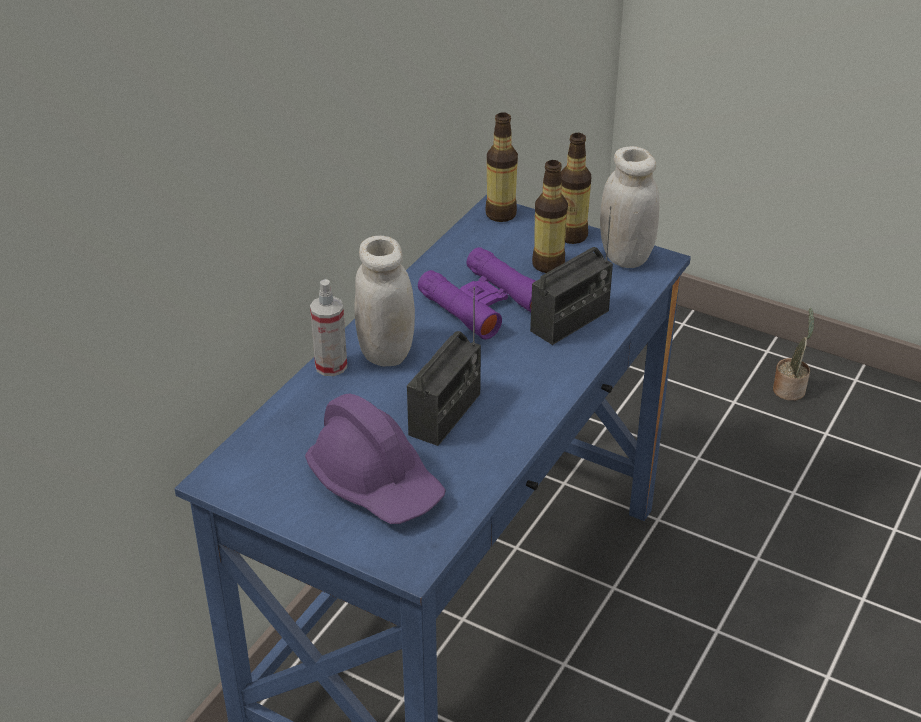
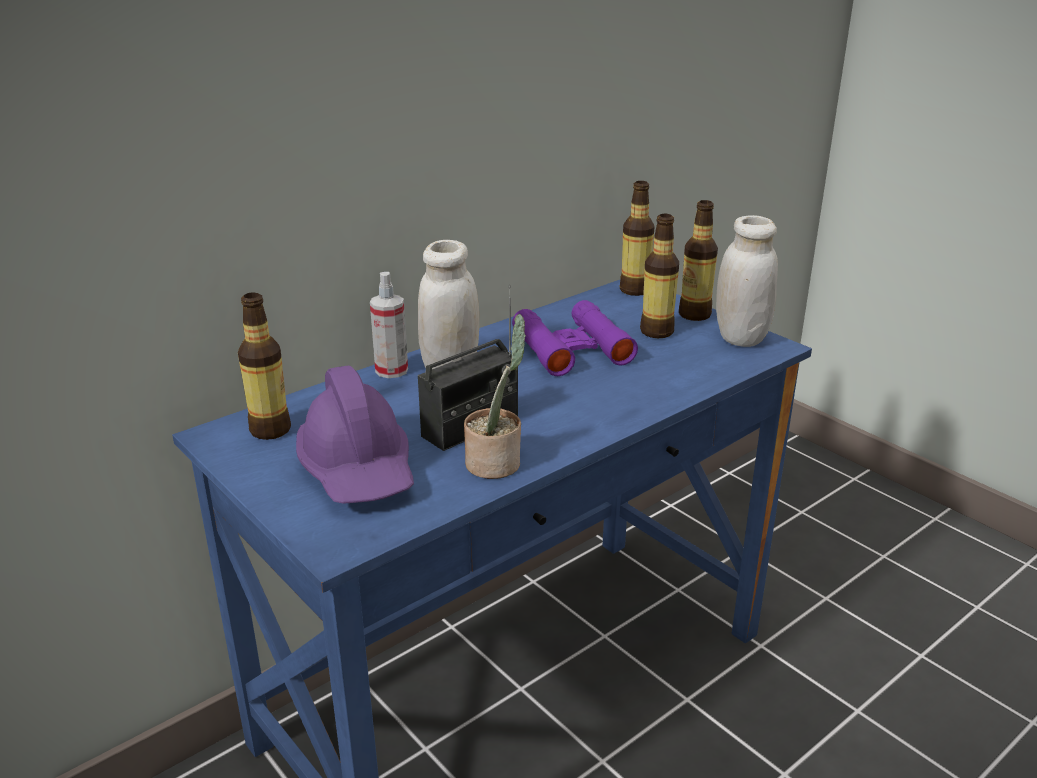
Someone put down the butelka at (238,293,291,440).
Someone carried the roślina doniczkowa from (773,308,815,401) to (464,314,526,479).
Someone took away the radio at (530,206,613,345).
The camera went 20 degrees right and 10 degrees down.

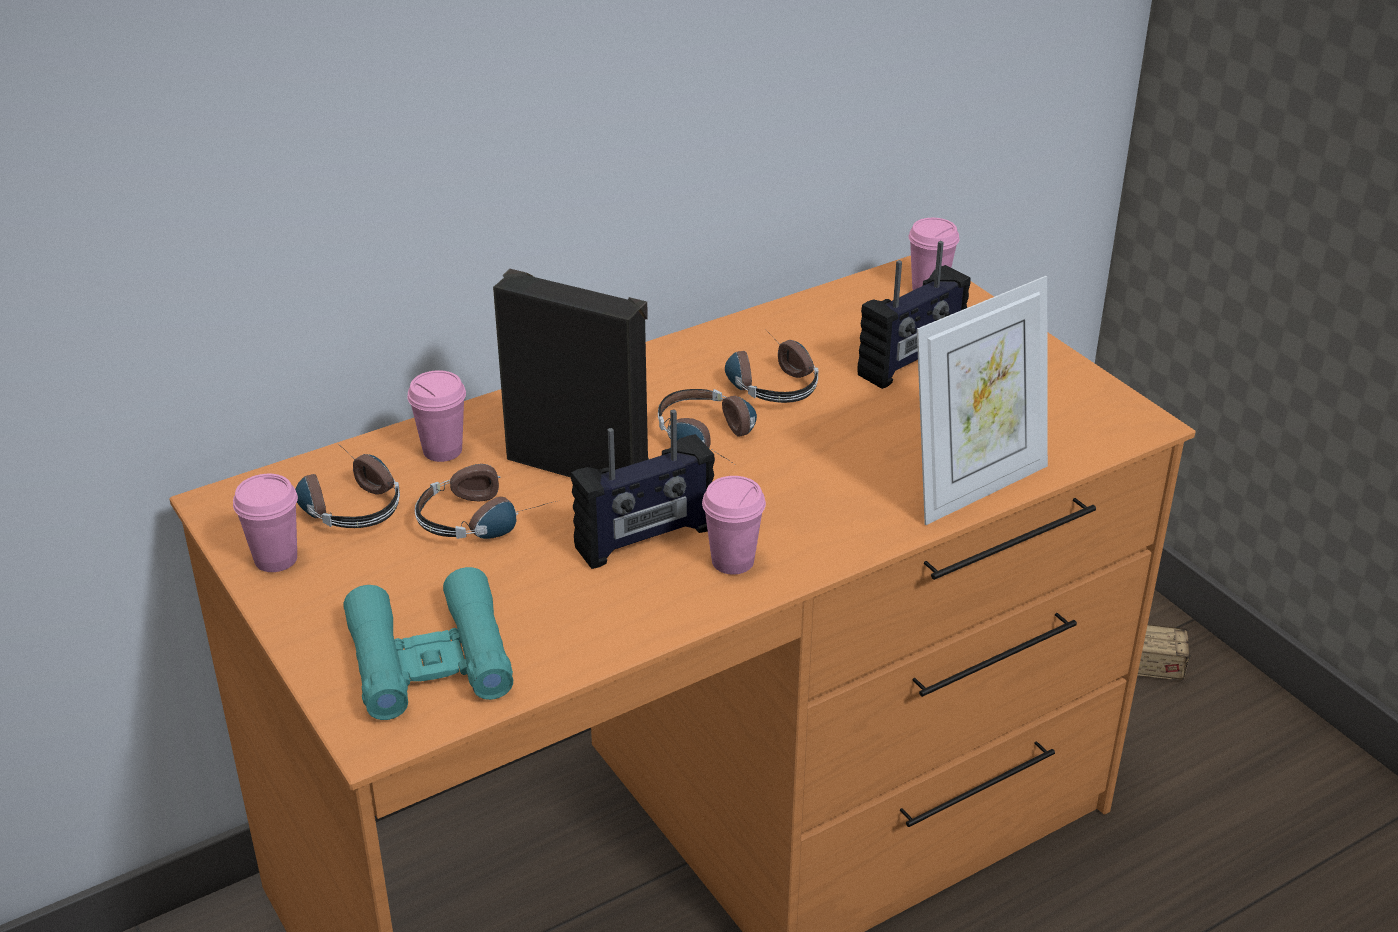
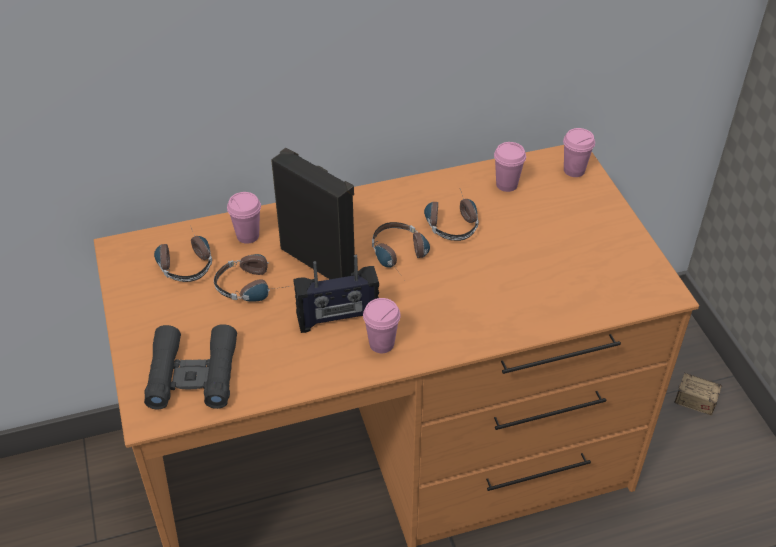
Someone repainted the lornetka [turkusowy] at (343,567,513,720), which became the lornetka [czarny] at (144,324,237,410).
Someone carried the filiżanka [różowy] from (233,474,298,572) to (494,142,526,192).
Someone took away the radio at (857,241,970,389).
Someone took away the ramka na zdjęcie at (917,276,1048,525).
The camera went 15 degrees right and 10 degrees up.

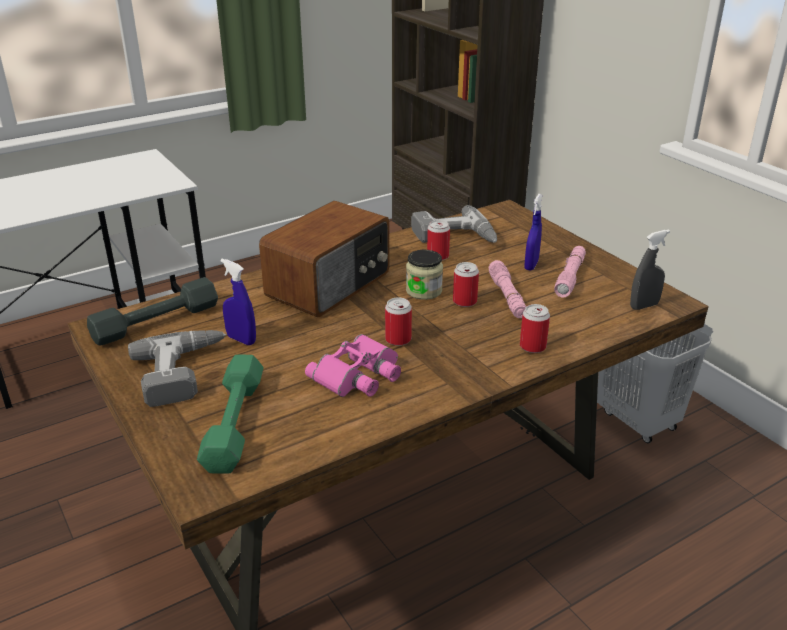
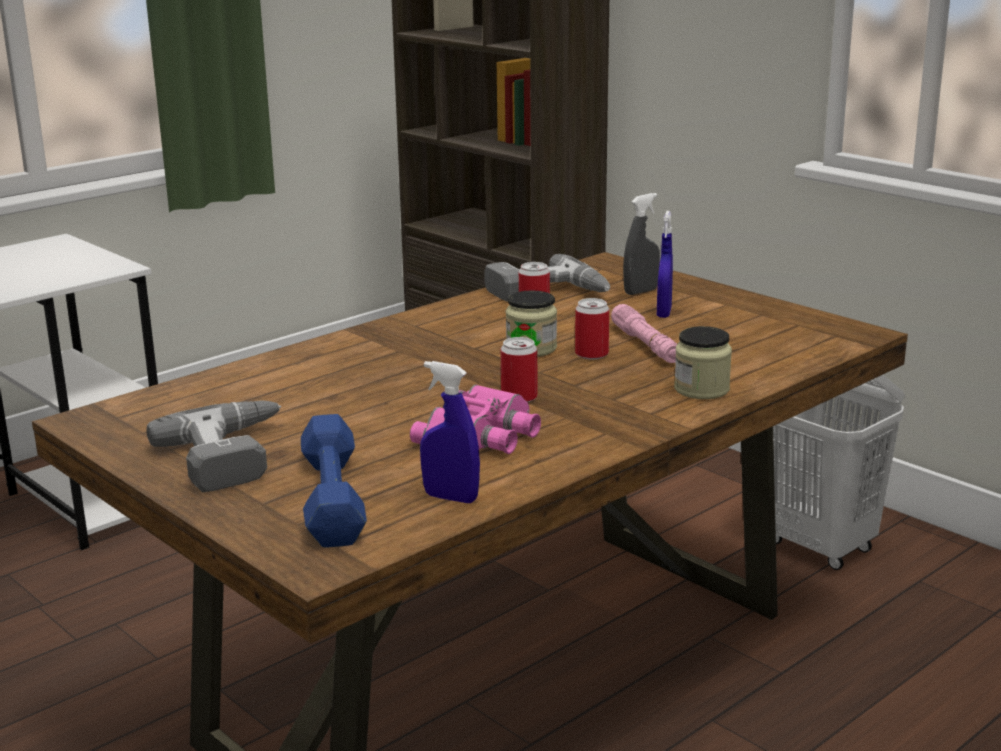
Someone repainted the hantel [zielony] at (197,355,263,474), which became the hantel [niebieski] at (301,414,367,548).
Someone carried the spryskiwacz [niebieski] from (220,259,256,345) to (420,361,480,503).
Someone carried the spryskiwacz [szary] from (630,230,670,310) to (623,193,660,295).
Someone swapped the puszka at (520,304,550,353) for the słoik at (674,326,732,399).
Someone took away the hantel [szary] at (87,277,218,345).
Someone took away the radio at (259,201,389,317).
Someone took away the latarka [różowy] at (554,246,586,298).
The camera went 10 degrees left and 10 degrees down.

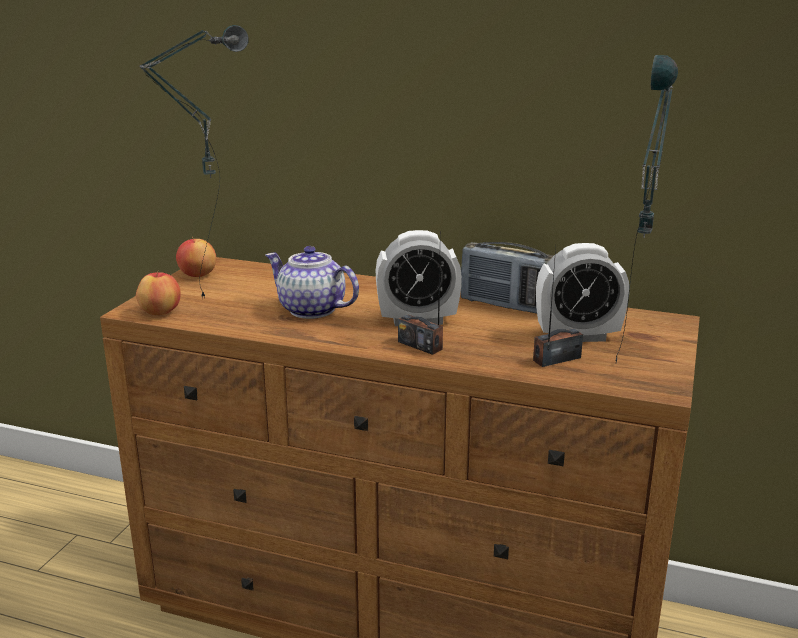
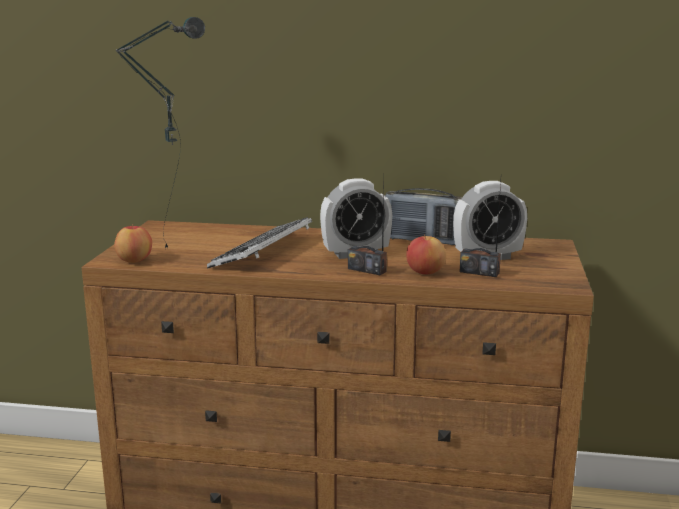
Someone swapped the imbryk at (265,246,359,319) for the klawiatura at (207,217,312,269).
Someone carried the jabłko from (176,237,216,277) to (406,235,446,275).
Someone rotated the radio at (533,248,583,367) by 120 degrees counterclockwise.
Someone took away the lampa stołowa at (616,55,678,363).
The camera went 10 degrees left and 5 degrees down.

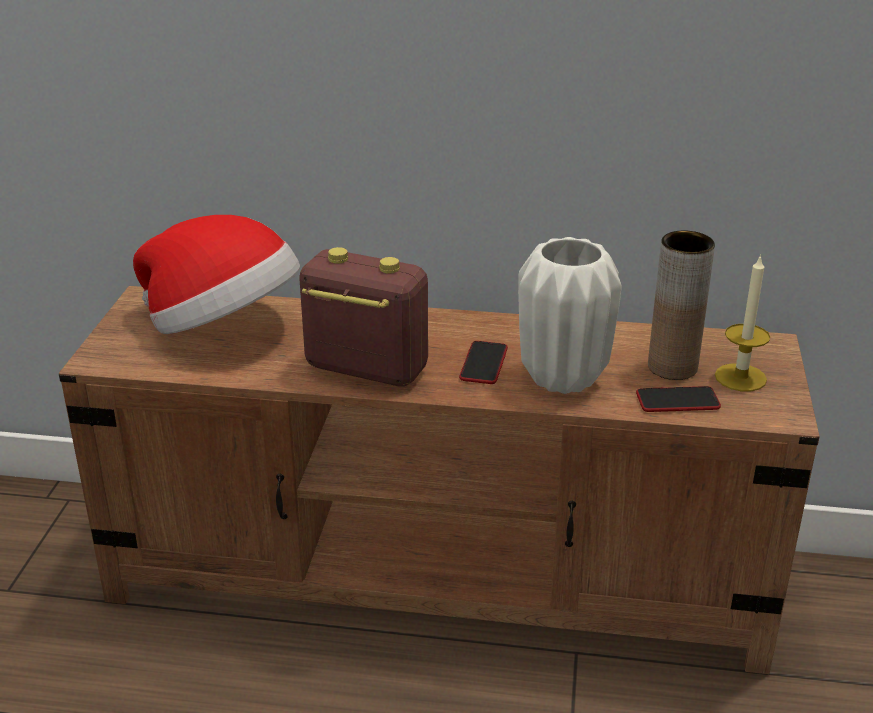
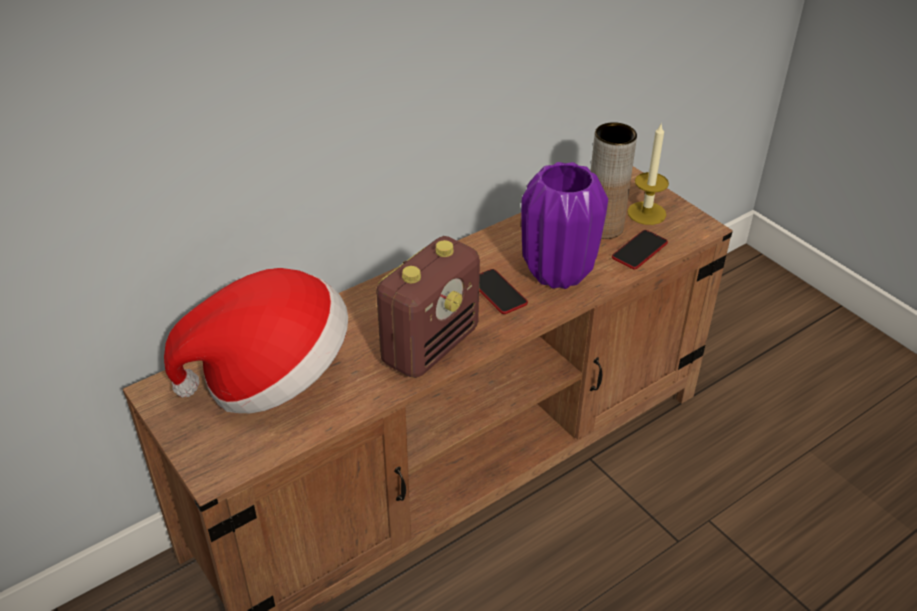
Someone rotated the radio at (299,247,428,387) by 150 degrees clockwise.
Someone repainted the wazon [biały] at (518,237,622,394), which became the wazon [fioletowy] at (521,162,608,289).
The camera went 45 degrees left and 10 degrees up.

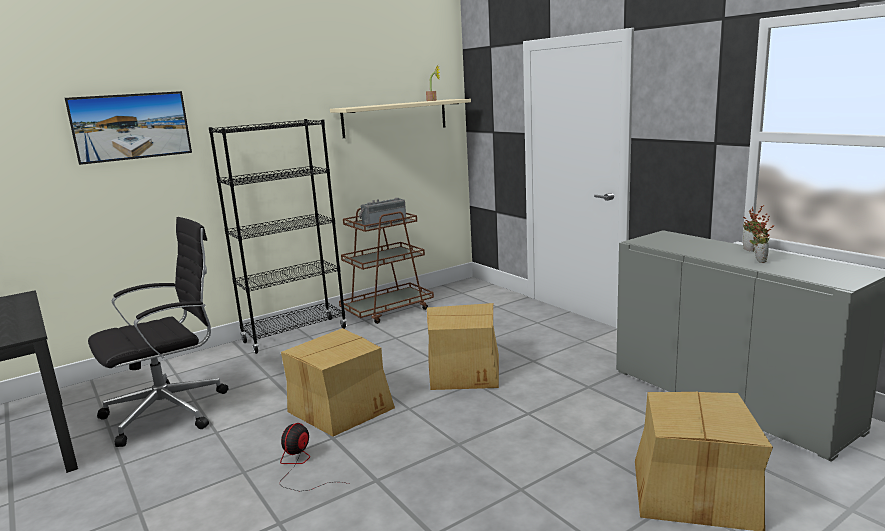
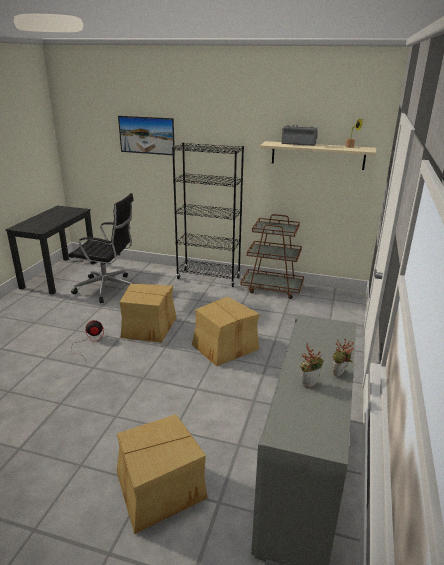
Someone carried the radio from (359,198,406,228) to (281,125,318,146).
The camera went 50 degrees right and 10 degrees up.

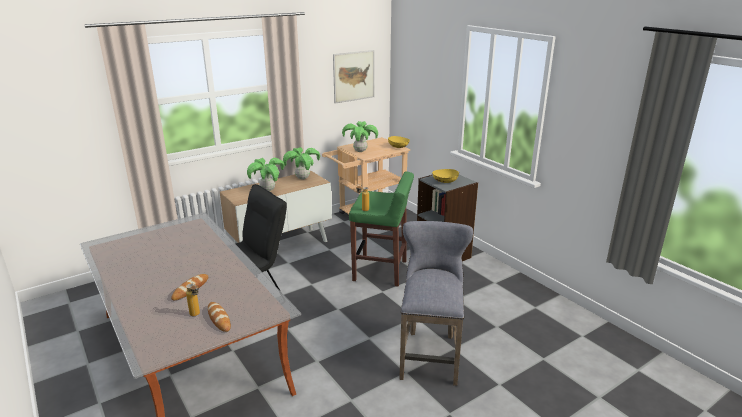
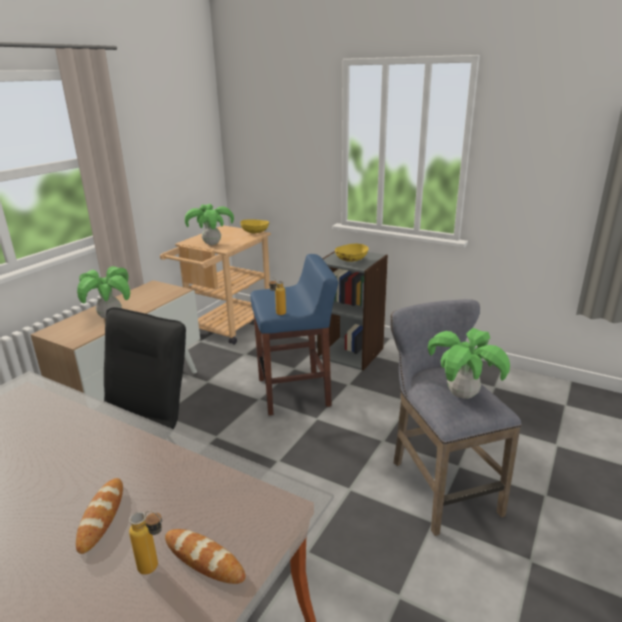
Someone repainted the stołek [zielony] at (349,172,414,287), which became the stołek [niebieski] at (250,254,338,416).
Someone carried the roślina doniczkowa from (283,147,320,180) to (428,328,510,399).
Someone took away the obraz at (333,50,374,104).
The camera went 25 degrees left and 0 degrees up.

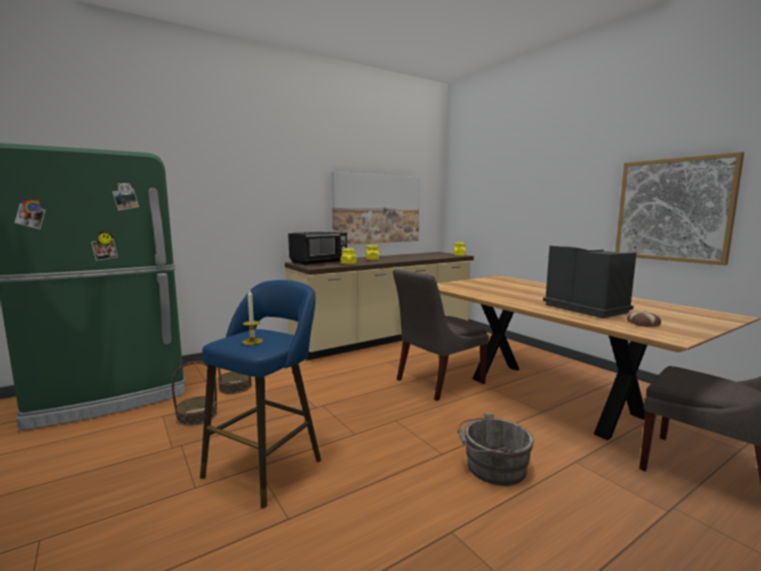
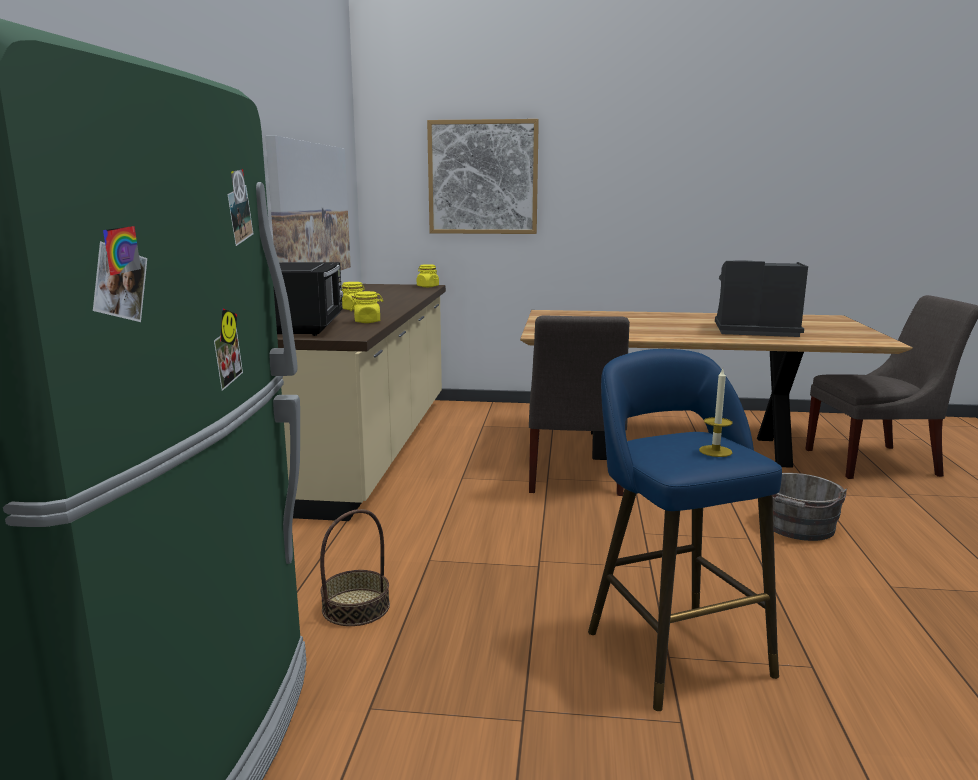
Someone carried the obraz from (615,152,744,265) to (427,119,539,234).
Someone took away the koszyk at (172,361,217,426).
Someone took away the chleb at (627,311,661,327).
The camera went 50 degrees left and 5 degrees up.

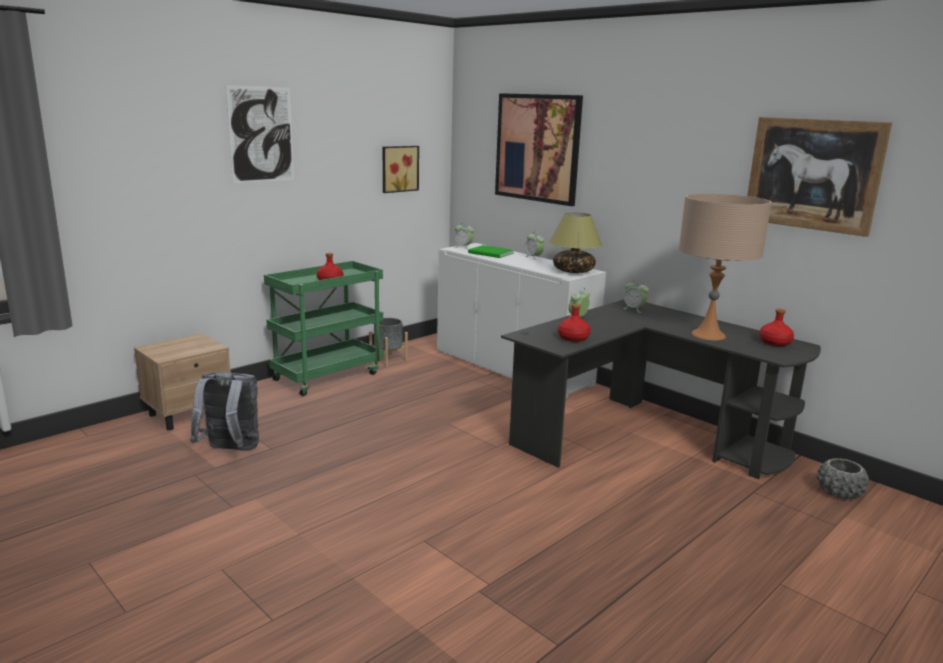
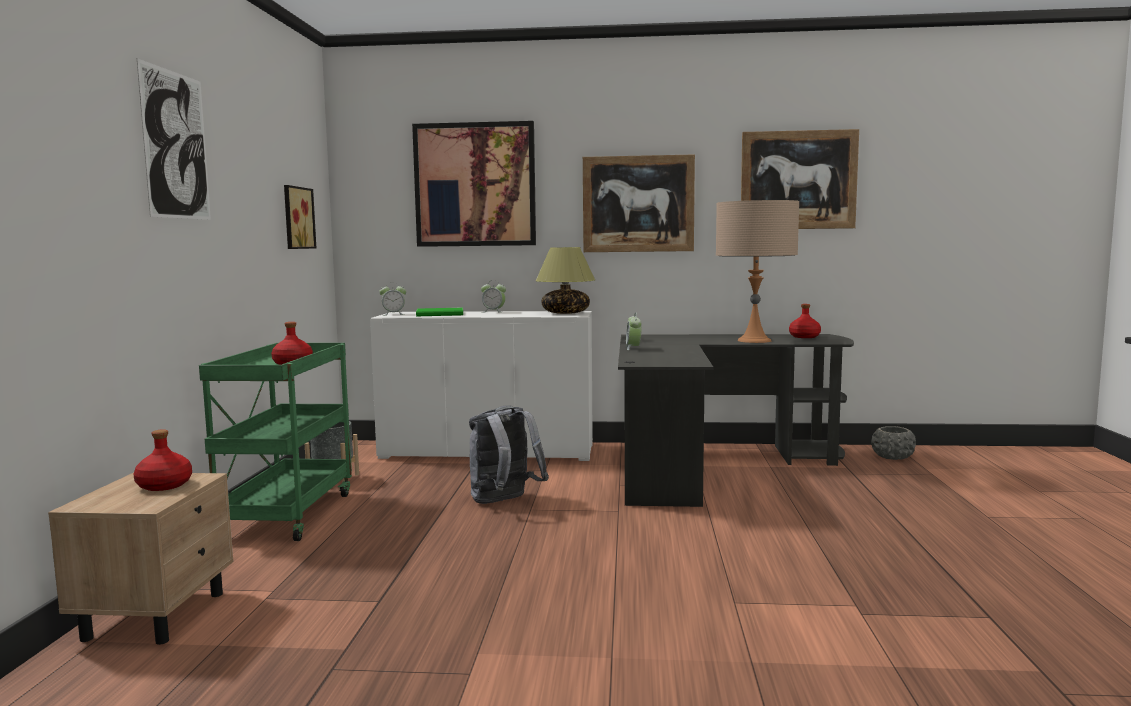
Someone carried the butelka [czerwony] from (558,304,591,342) to (133,429,192,491).
Someone carried the plecak [szary] from (190,372,259,450) to (469,405,549,504).
Someone put up the obraz at (583,154,695,252).
Someone took away the budzik at (622,280,649,313).
The camera went 40 degrees left and 10 degrees down.

